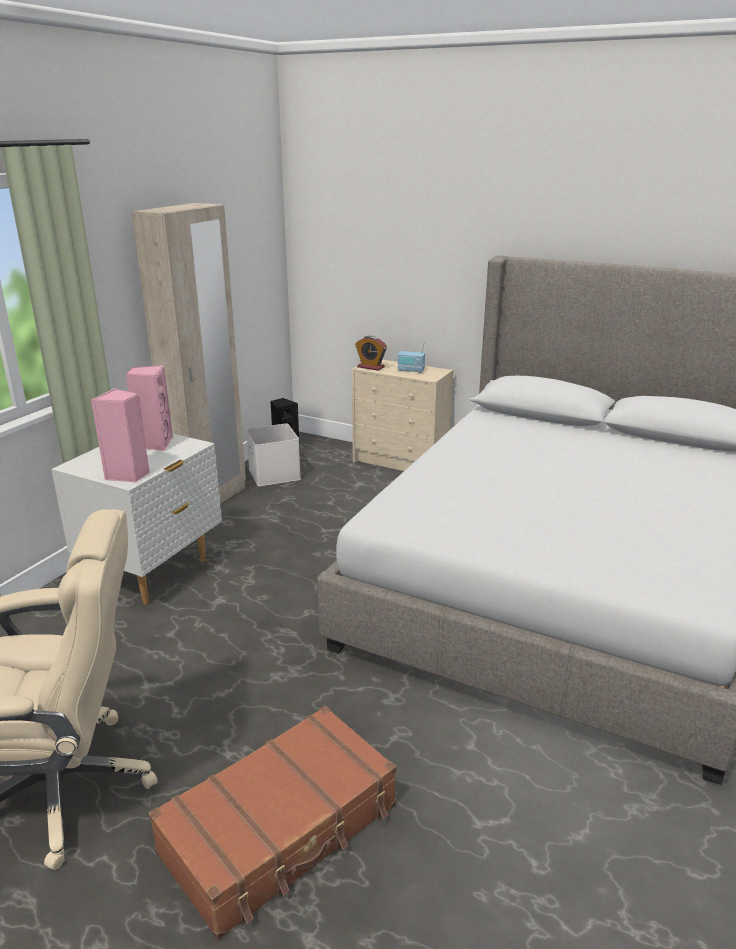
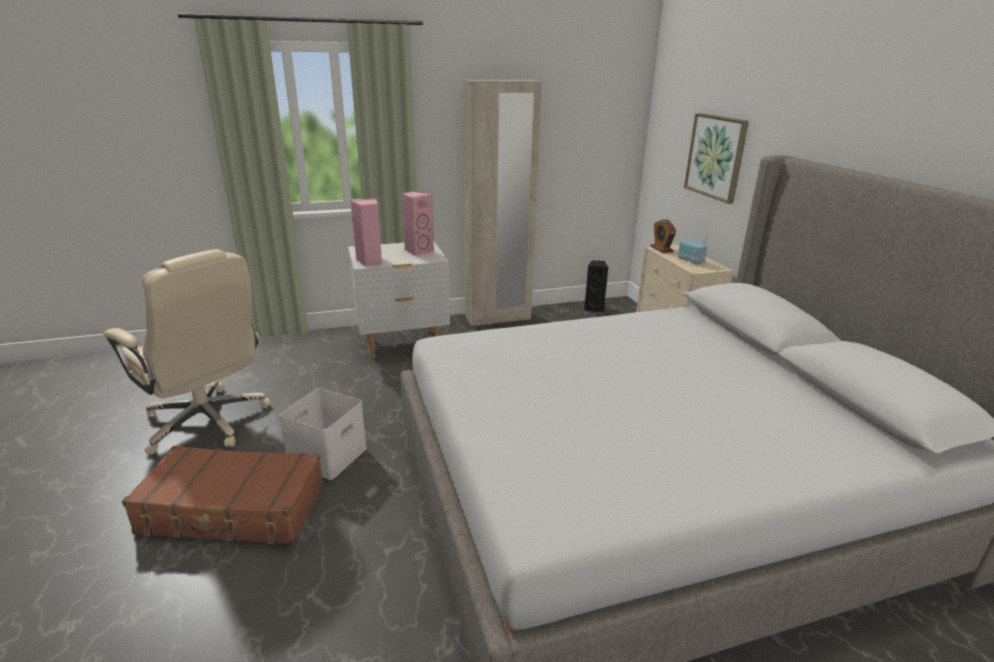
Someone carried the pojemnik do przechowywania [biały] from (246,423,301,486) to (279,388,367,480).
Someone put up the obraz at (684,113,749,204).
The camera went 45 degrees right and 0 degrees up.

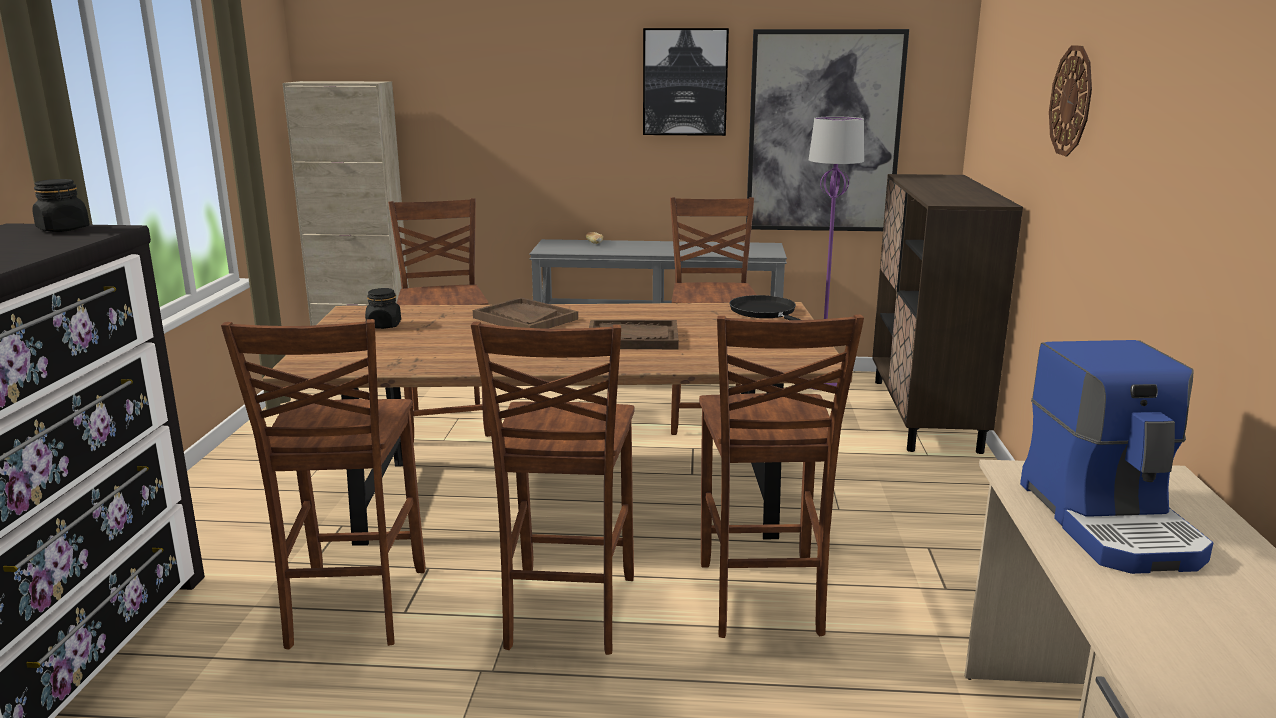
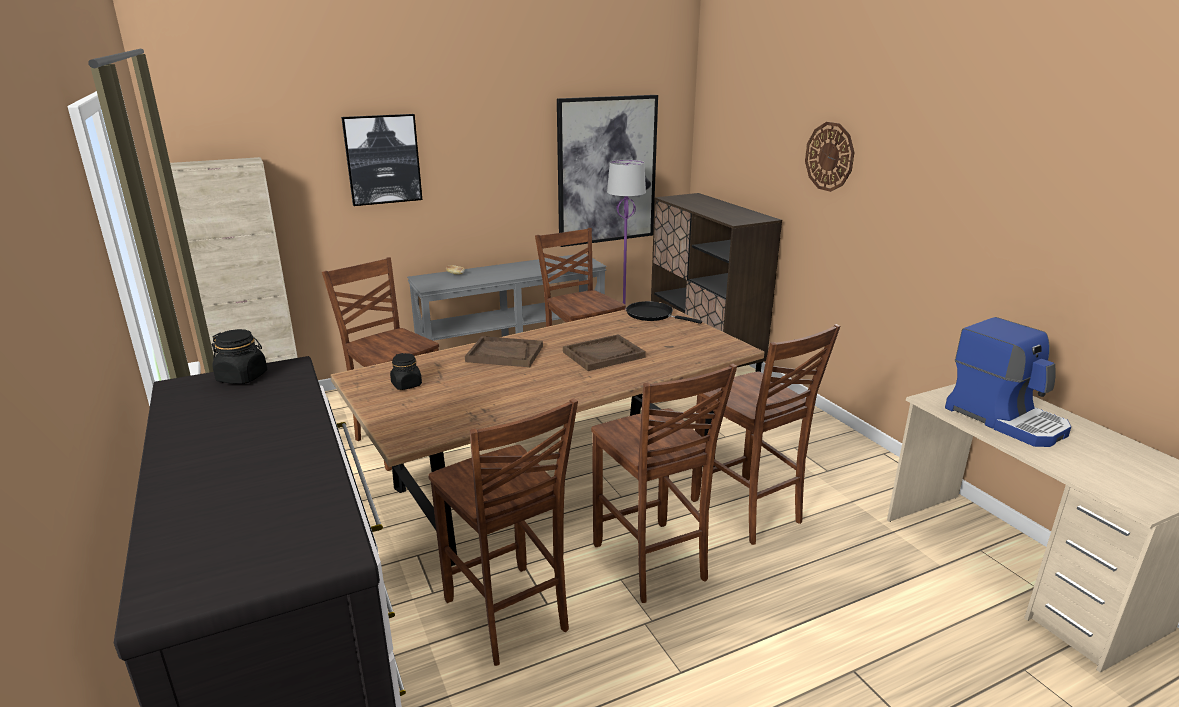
Someone carried the obraz from (643,28,729,136) to (341,114,422,206).
The camera went 30 degrees left and 5 degrees up.

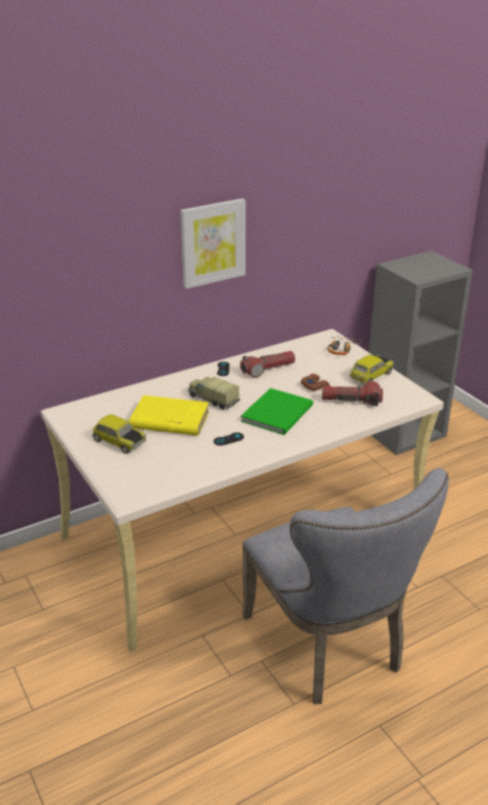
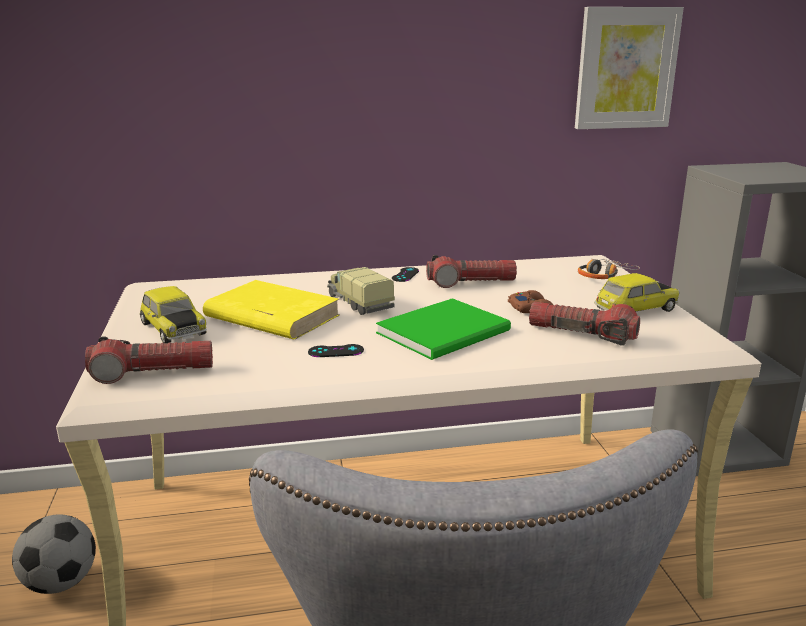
Someone put down the piłka futbolowa at (12,514,96,594).
Someone put down the latarka at (85,336,213,384).
Someone carried the obraz from (180,198,246,289) to (575,7,684,129).
The camera went 20 degrees right and 10 degrees down.

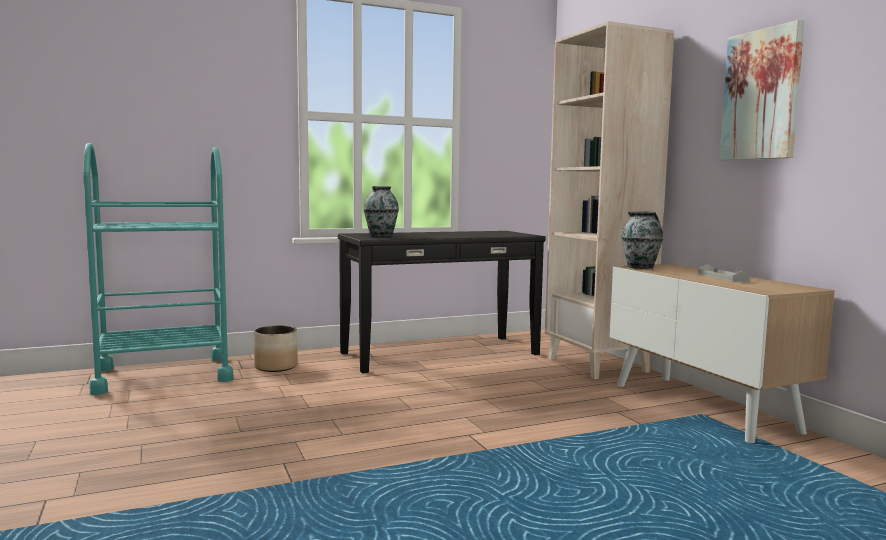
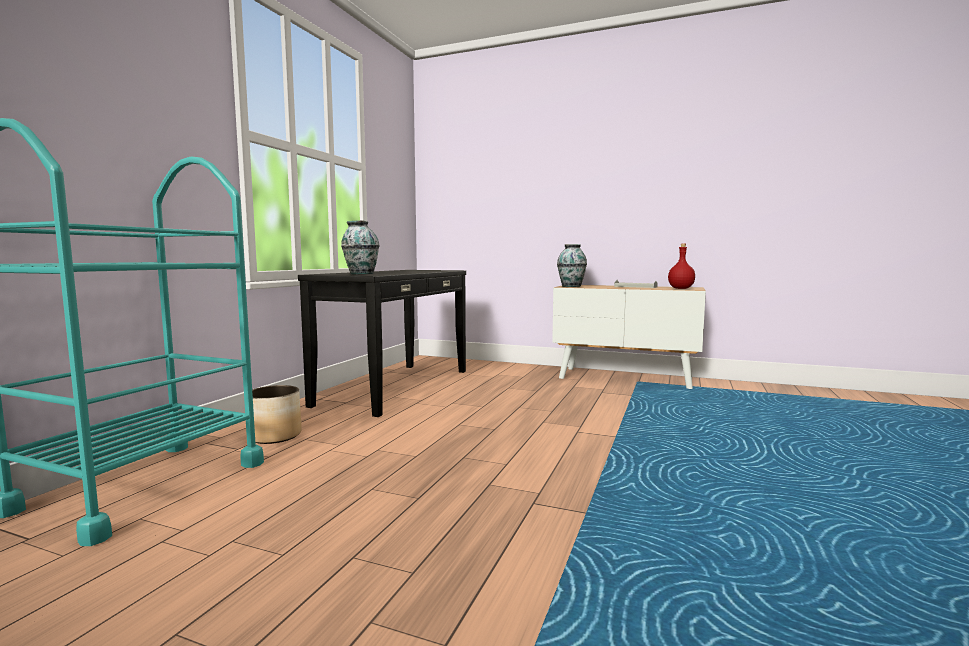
Someone put down the butelka [czerwony] at (668,244,695,289).
Someone took away the regał [beżowy] at (545,21,674,379).
Someone took away the obraz at (719,20,804,160).
The camera went 45 degrees left and 0 degrees up.

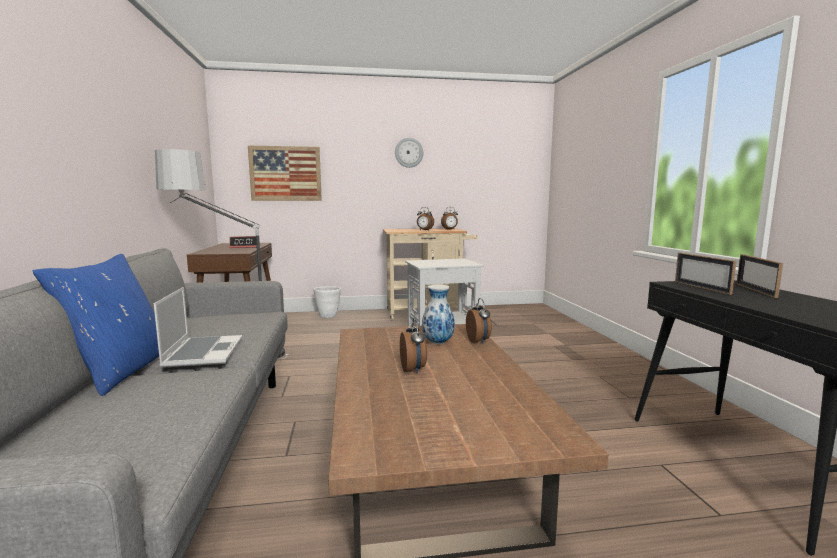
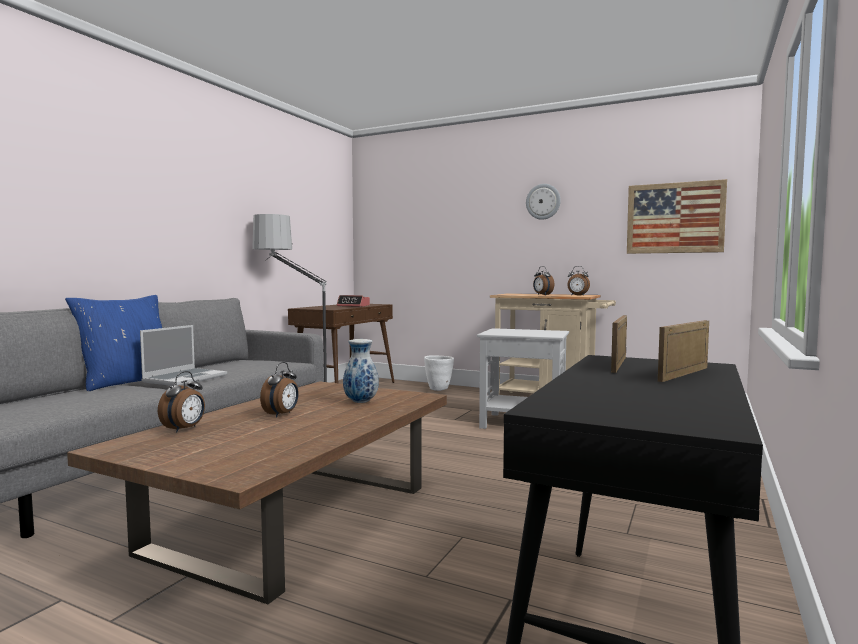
Someone carried the budzik from (466,298,492,344) to (158,371,205,432).
Someone carried the obraz from (248,146,322,201) to (627,179,727,254).
The camera went 35 degrees right and 5 degrees down.

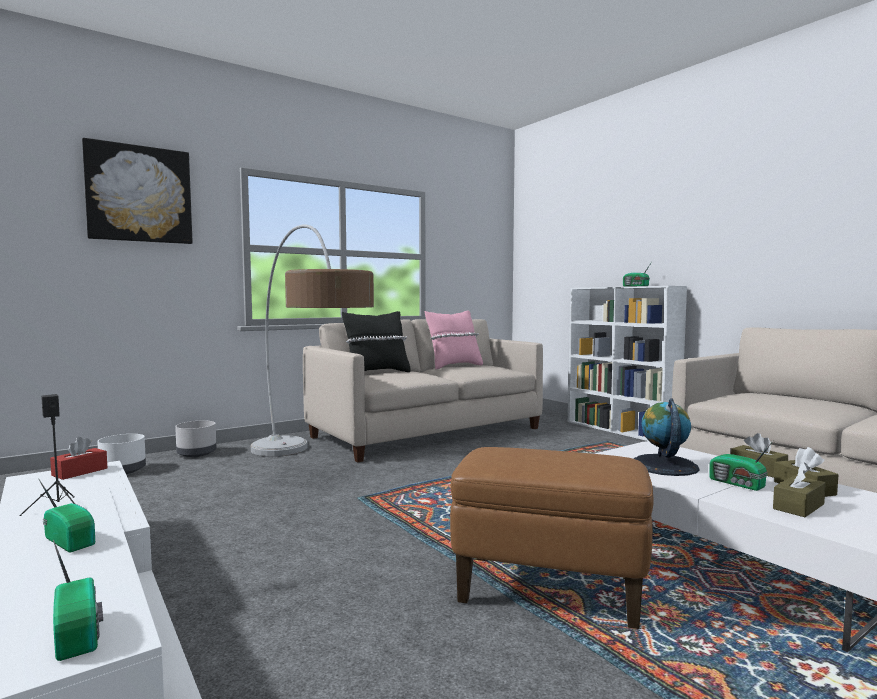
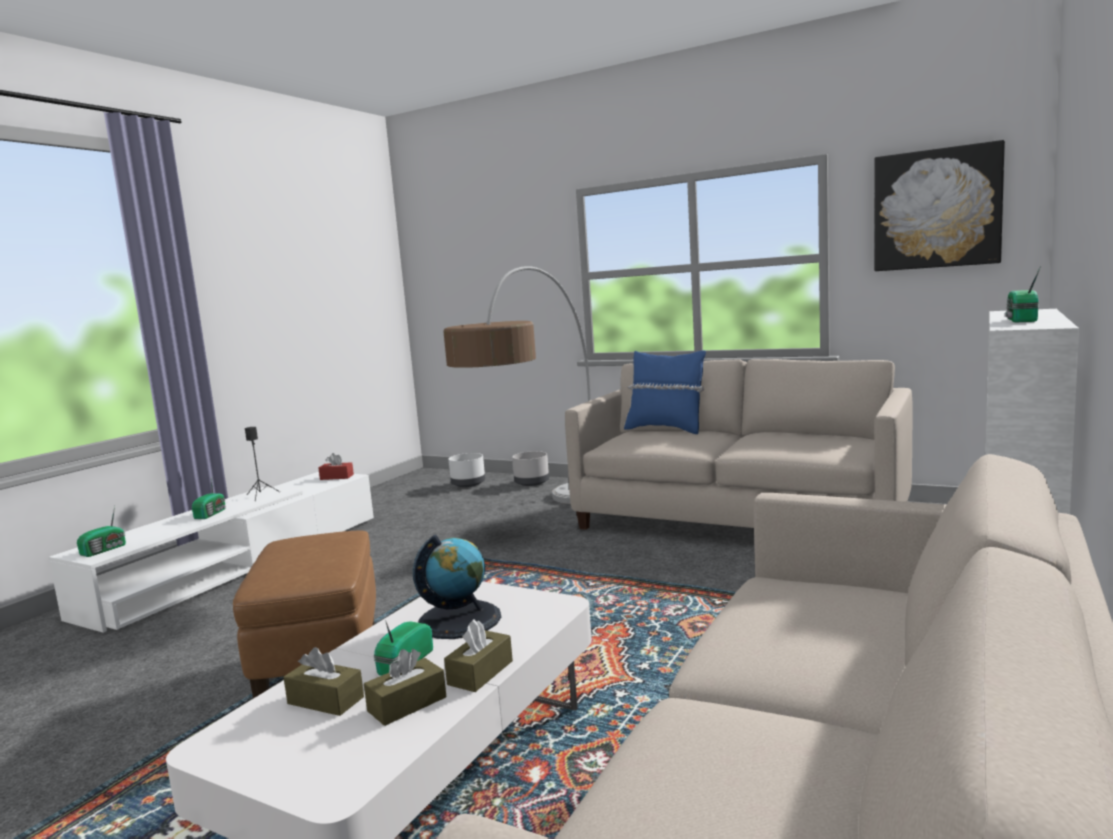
Someone repainted the poduszka [czarny] at (342,311,410,372), which became the poduszka [niebieski] at (624,350,706,434).
Someone carried the obraz from (82,138,193,244) to (874,140,1005,271).
Someone took away the poduszka [różowy] at (425,310,483,369).
The camera went 65 degrees right and 5 degrees up.

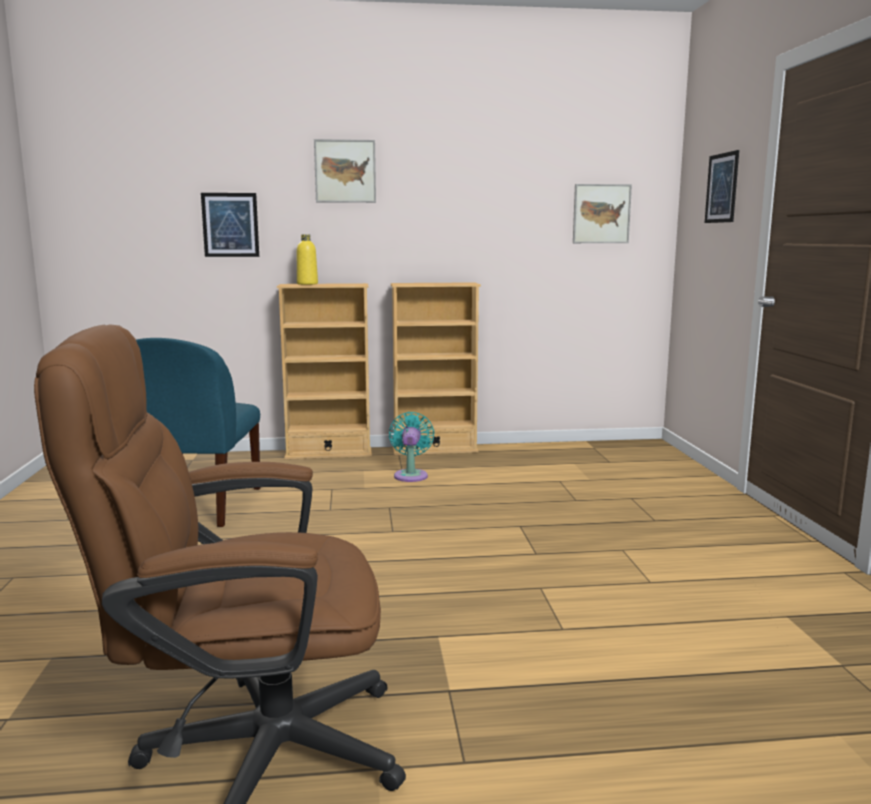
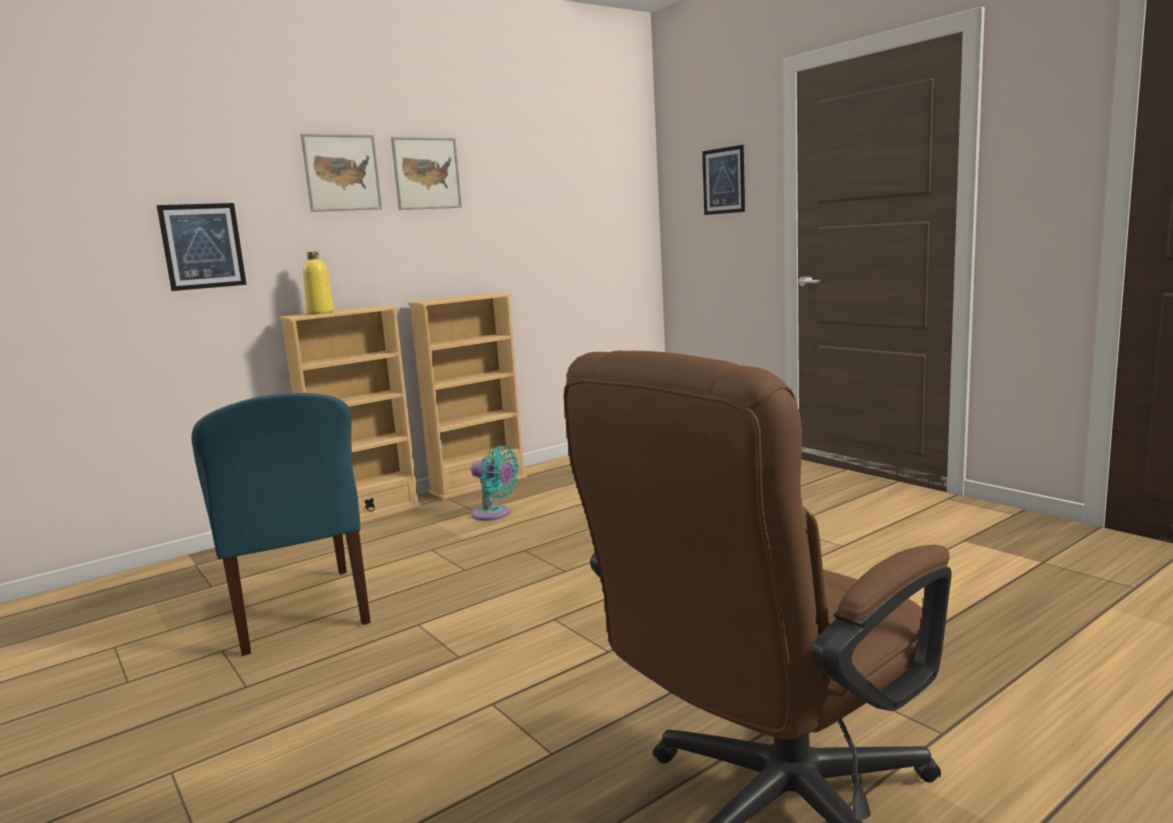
Someone carried the obraz from (573,184,632,243) to (391,137,462,210).
Someone rotated the wentylator [turkusowy] at (389,412,434,482) by 150 degrees clockwise.
The camera went 30 degrees left and 0 degrees up.

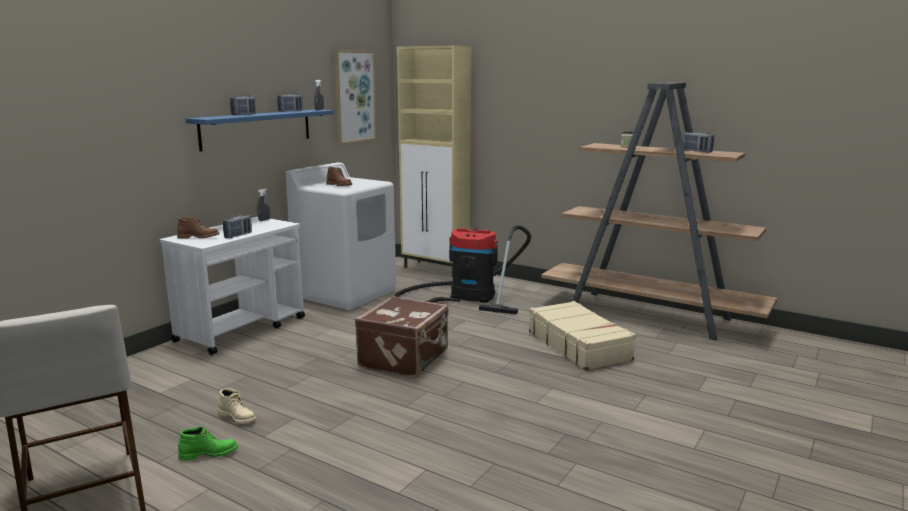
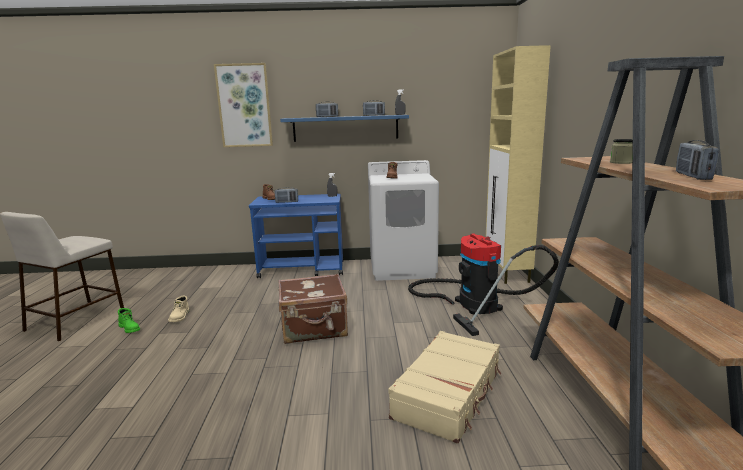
Someone carried the obraz from (335,50,376,144) to (214,63,273,147).
Someone repainted the wózek [biały] at (160,217,305,355), which became the wózek [niebieski] at (249,194,343,278).
The camera went 55 degrees right and 0 degrees up.

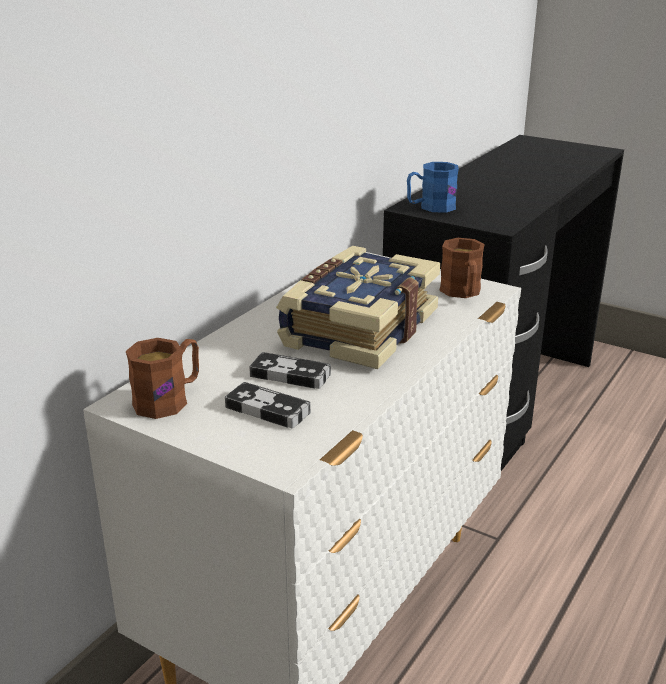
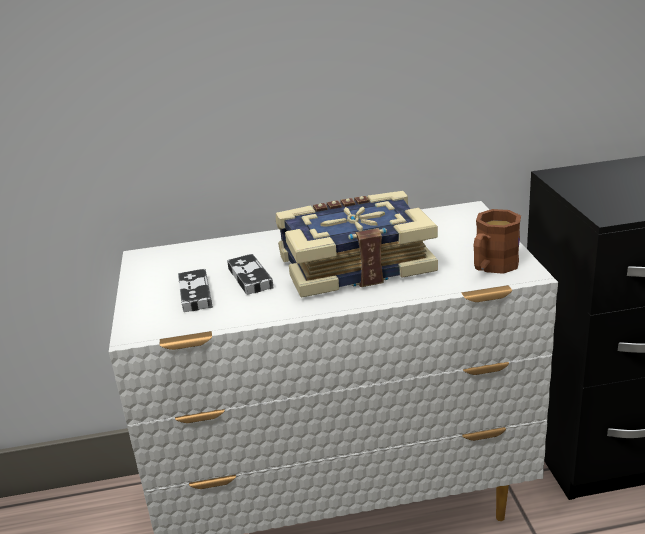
Someone took away the kubek [brązowy] at (126,338,199,419).
Someone took away the kubek [niebieski] at (407,162,459,213).
The camera went 50 degrees right and 0 degrees up.

